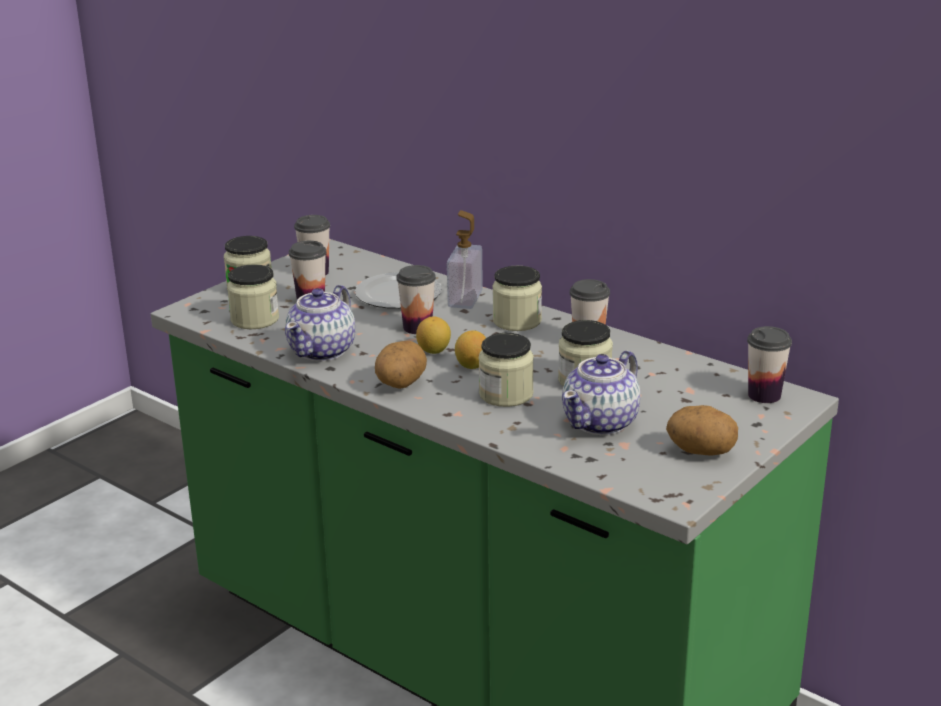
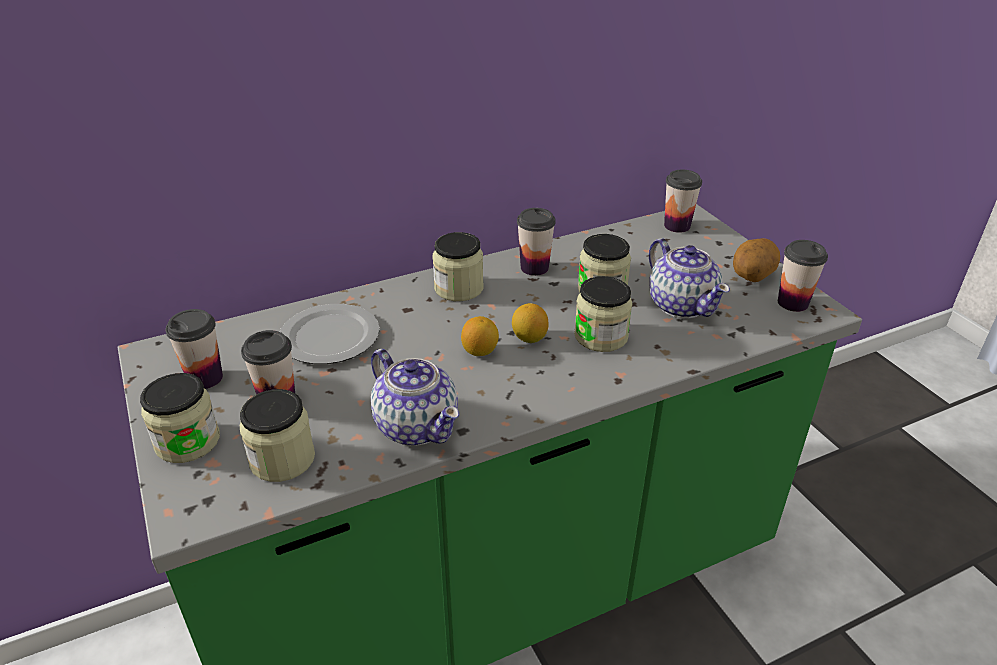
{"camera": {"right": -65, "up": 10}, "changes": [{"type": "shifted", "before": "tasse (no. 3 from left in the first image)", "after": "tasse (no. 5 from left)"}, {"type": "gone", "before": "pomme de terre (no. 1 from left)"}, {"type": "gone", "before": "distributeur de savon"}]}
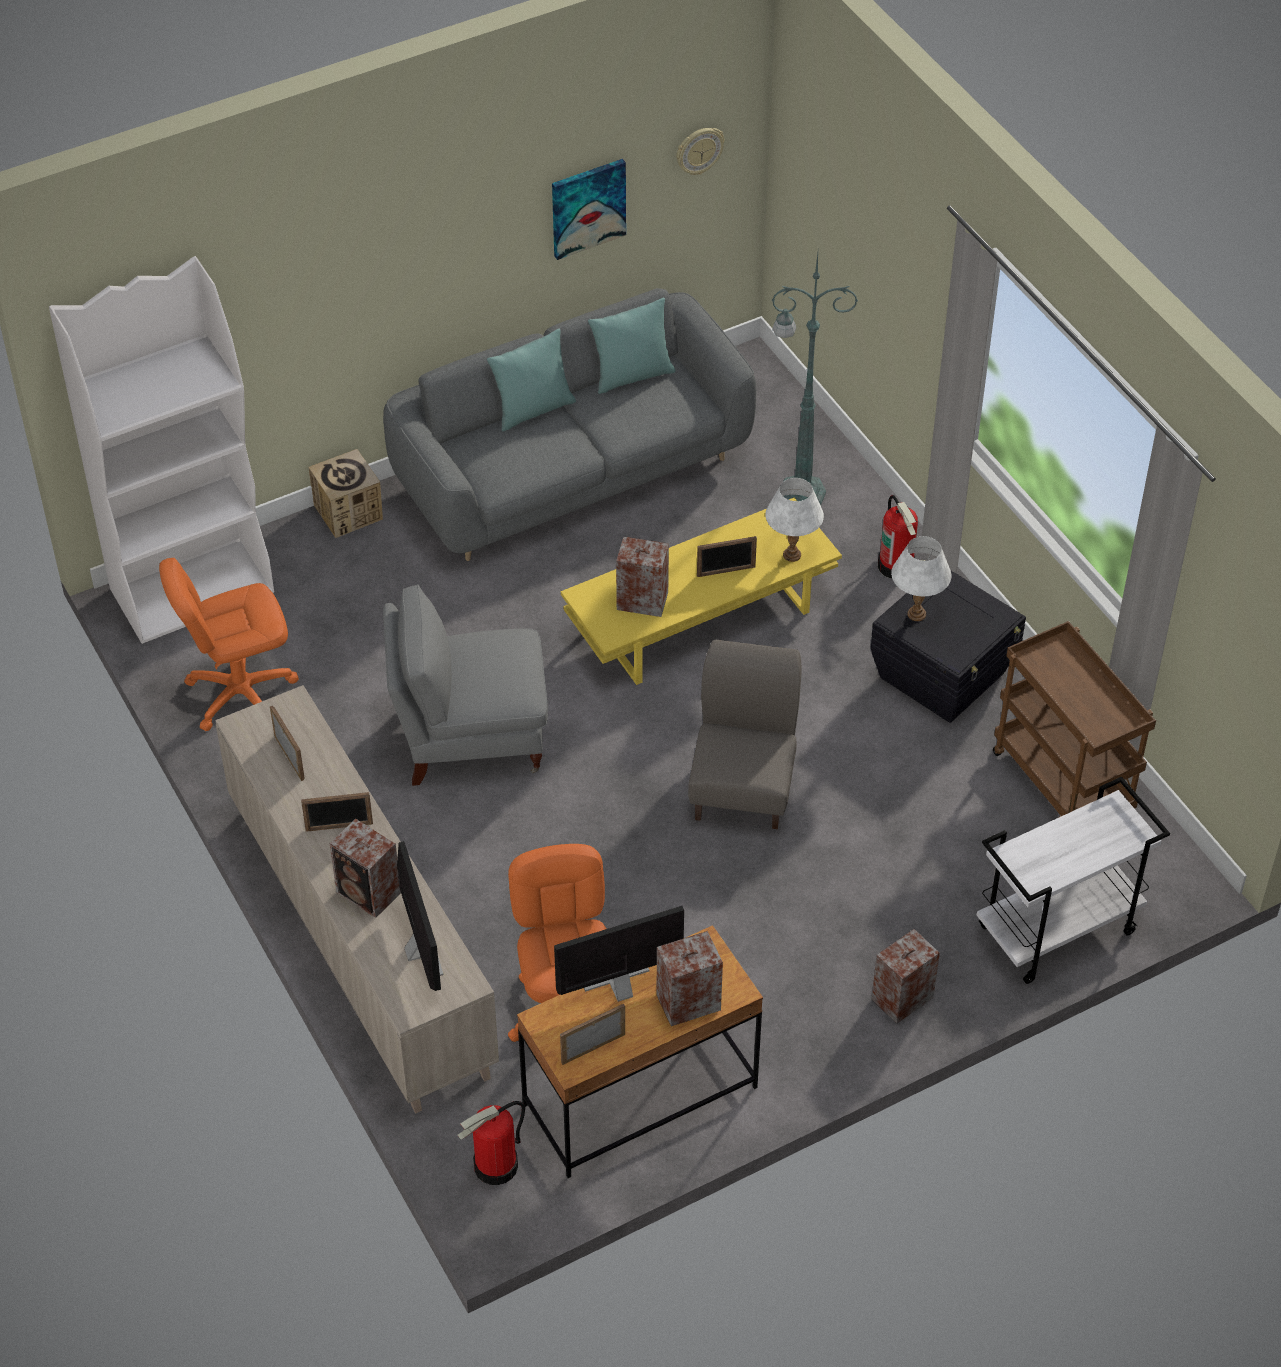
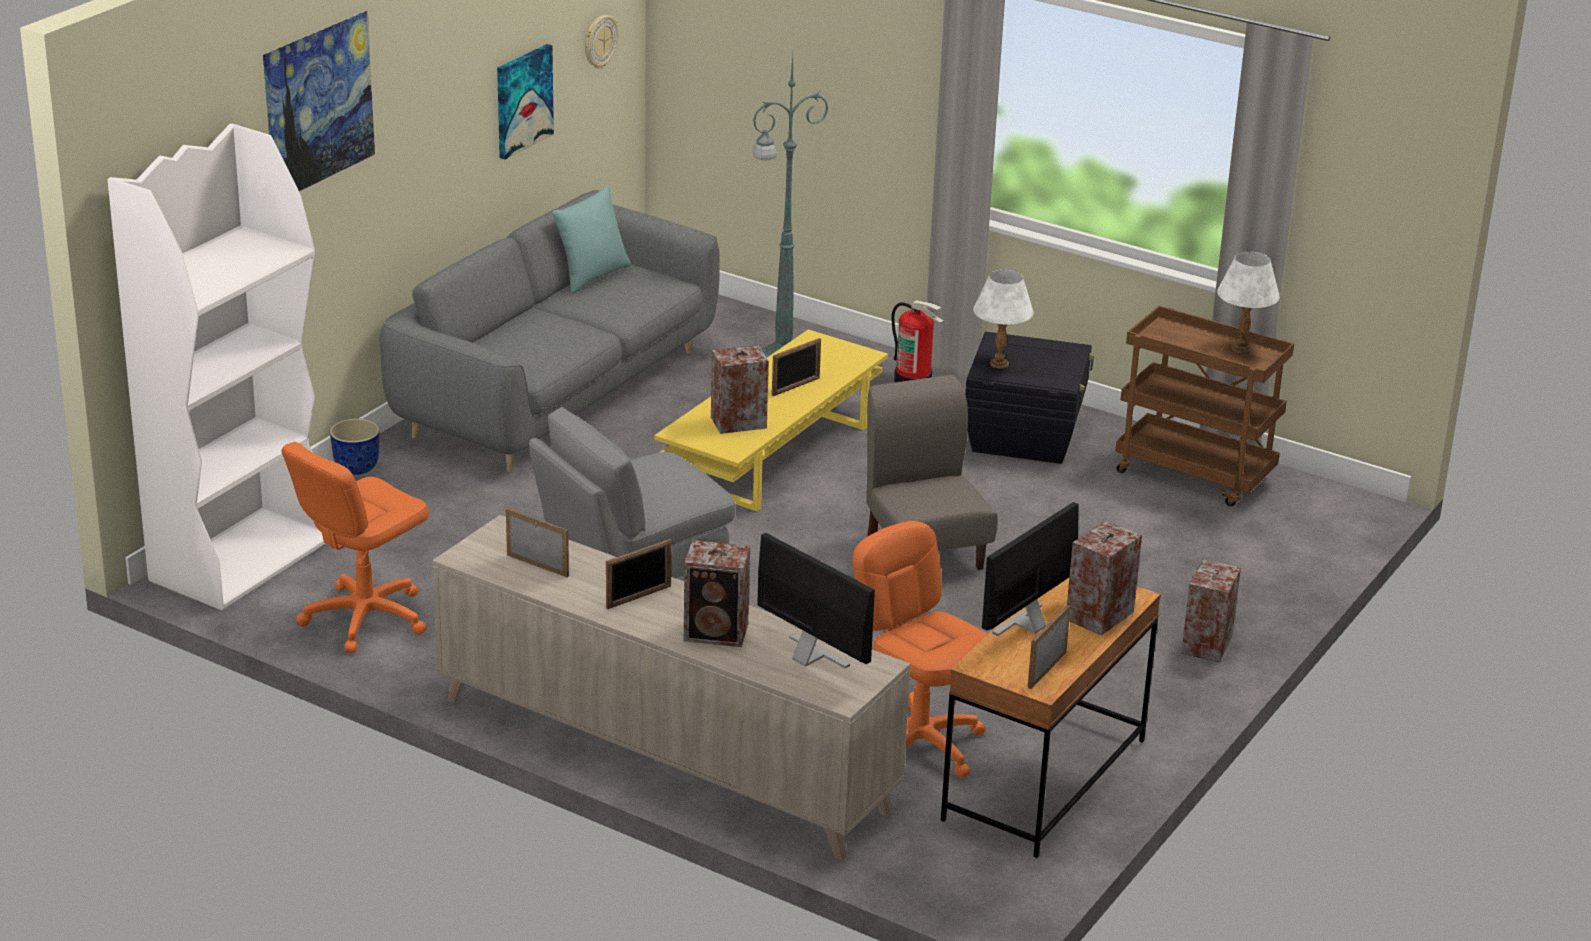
{"camera": {"right": -30, "up": -20}, "changes": [{"type": "new", "after": "tableau (no. 1 from left)"}, {"type": "swapped", "before": "carton", "after": "cache-pot"}, {"type": "shifted", "before": "lampe de table (blanc) (no. 1 from left in the first image)", "after": "lampe de table (blanc) (no. 2 from left)"}, {"type": "gone", "before": "extincteur (no. 1 from left)"}, {"type": "gone", "before": "coussin (turquoise) (no. 1 from left)"}, {"type": "gone", "before": "chariot (blanc)"}]}
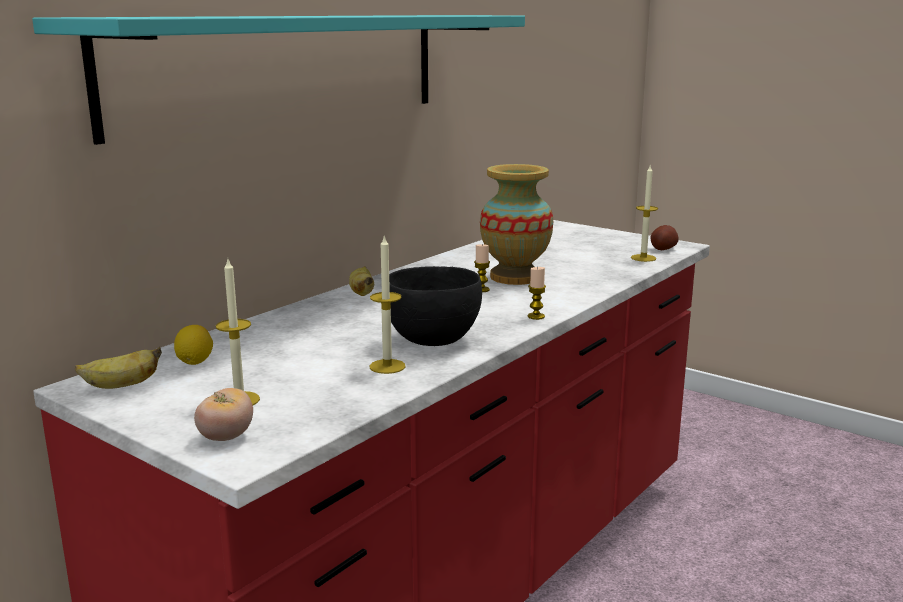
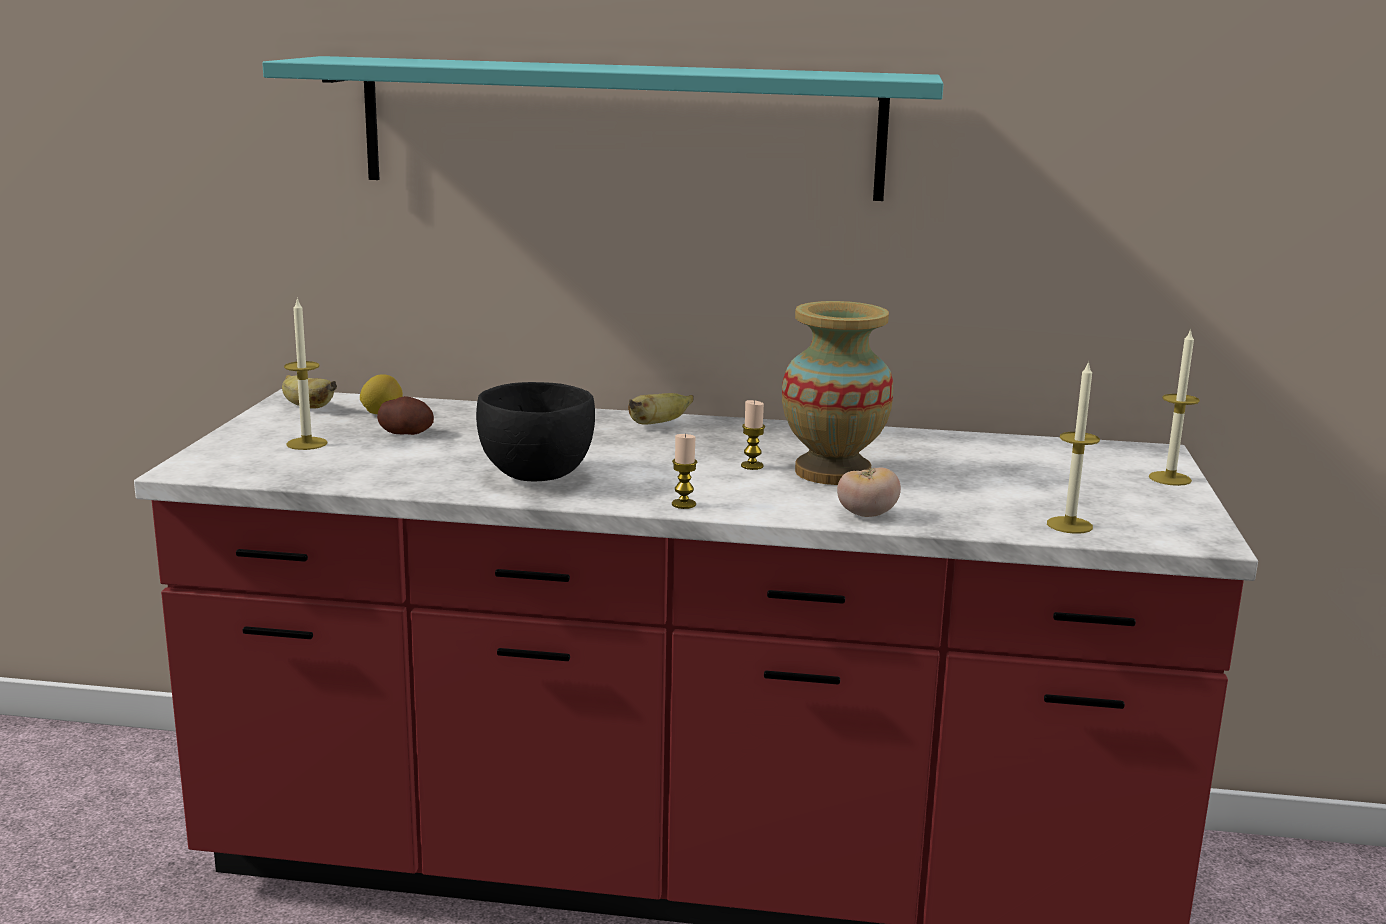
{"camera": {"right": 60, "up": 0}, "changes": [{"type": "shifted", "before": "pomme de terre"}, {"type": "shifted", "before": "tomate"}, {"type": "shifted", "before": "bougie (no. 2 from left in the first image)", "after": "bougie (no. 5 from left)"}]}
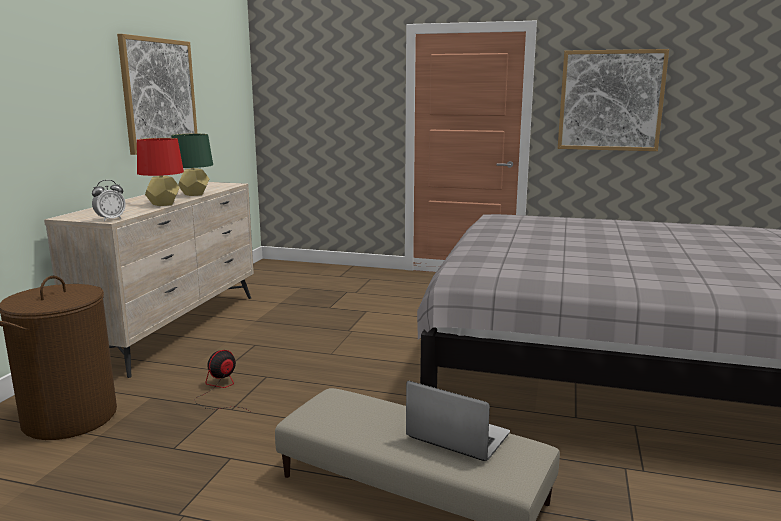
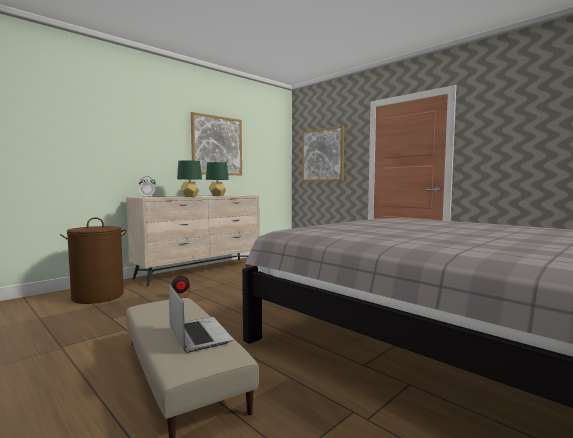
{"camera": {"right": 30, "up": -10}, "changes": [{"type": "repainted", "before": "lampe de table (rouge)", "after": "lampe de table (vert) (no. 1 from left)"}, {"type": "shifted", "before": "tableau (no. 2 from left)"}]}
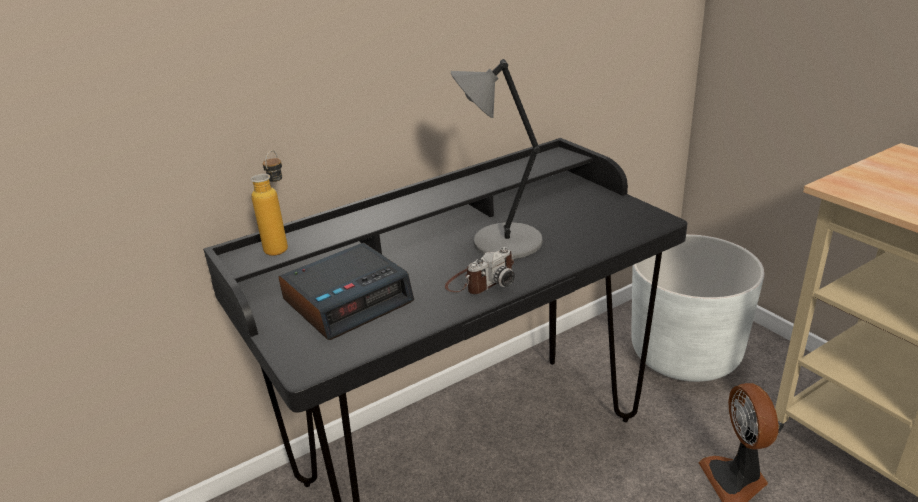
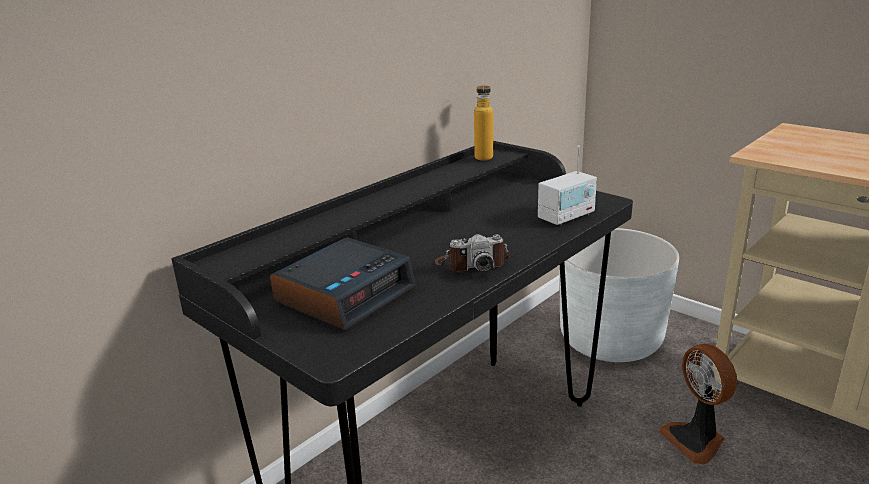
{"camera": {"right": -15, "up": -5}, "changes": [{"type": "rotated", "before": "appareil photo", "turn": 45}, {"type": "shifted", "before": "bouteille"}, {"type": "new", "after": "radio"}, {"type": "gone", "before": "lampe de table (gris)"}]}
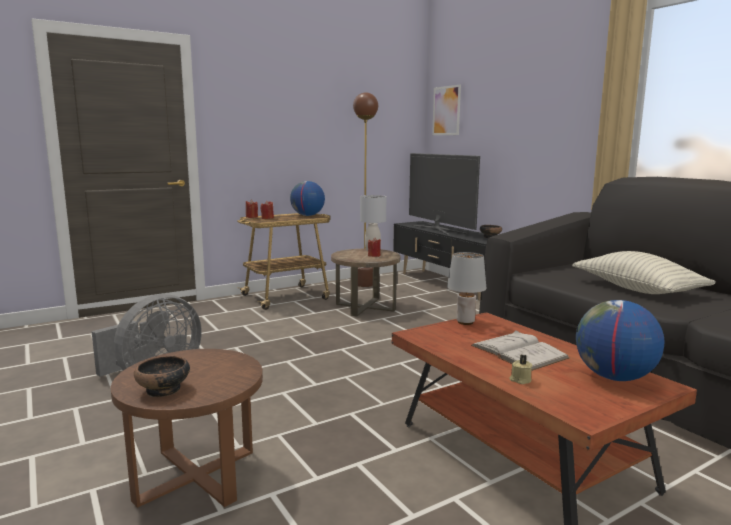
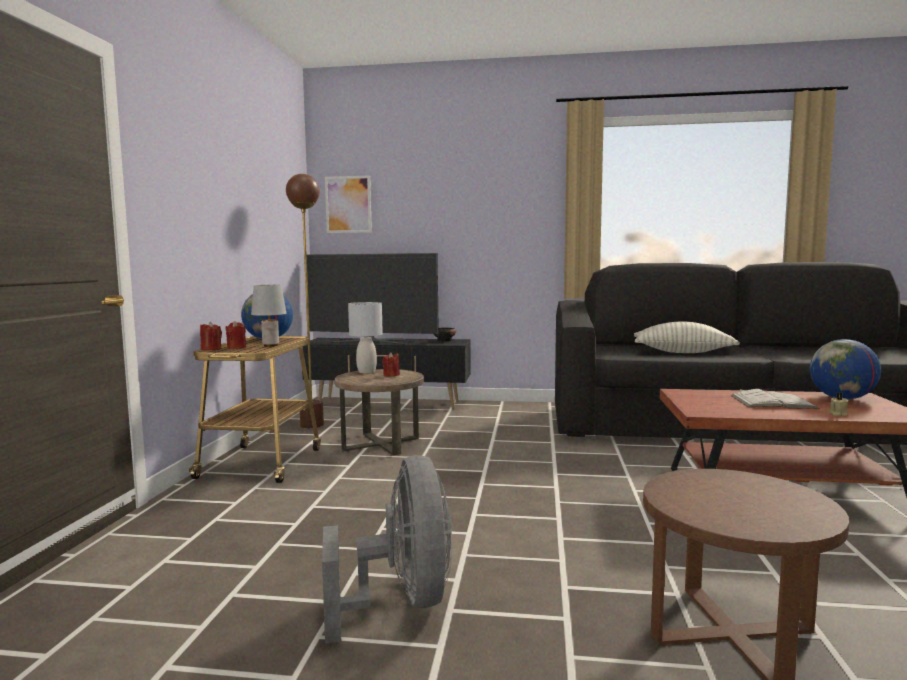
{"camera": {"right": -50, "up": -5}, "changes": [{"type": "shifted", "before": "lampe de table (gris) (no. 2 from left in the first image)", "after": "lampe de table (gris) (no. 1 from left)"}, {"type": "gone", "before": "bol (no. 1 from left)"}]}
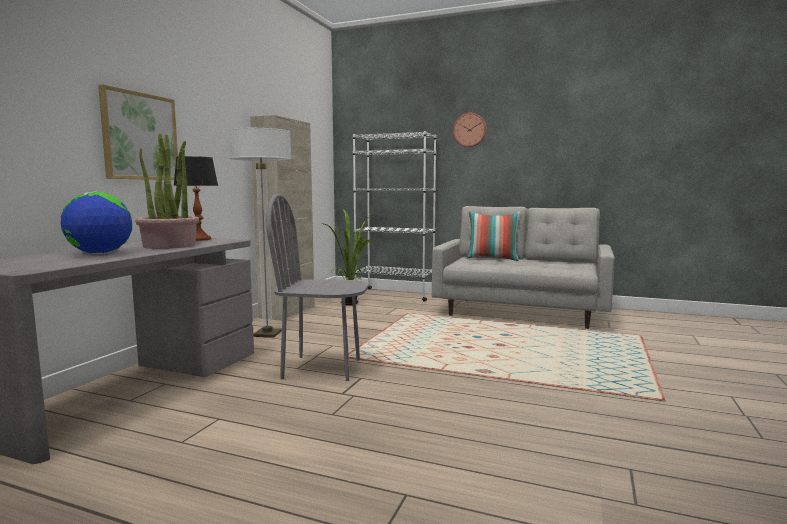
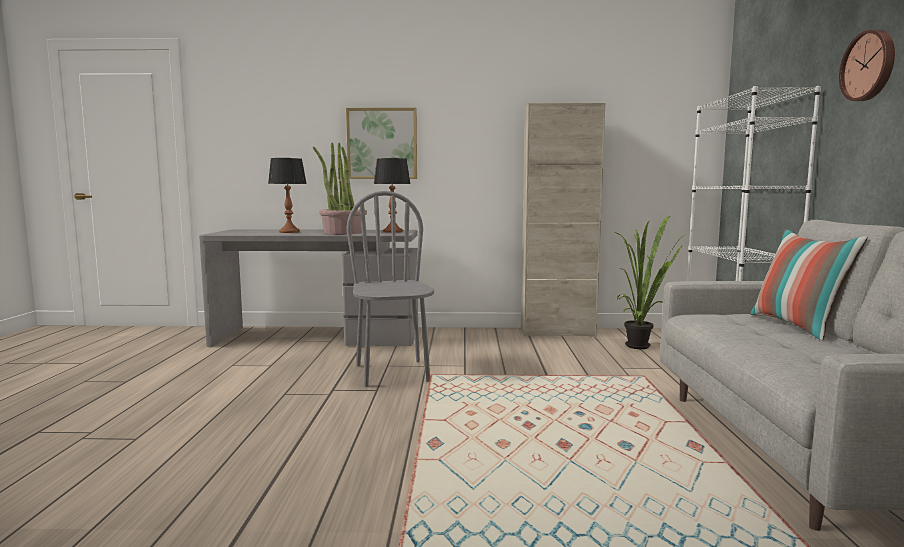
{"camera": {"right": 70, "up": 0}, "changes": [{"type": "swapped", "before": "globe", "after": "lampe de table (no. 1 from left)"}, {"type": "gone", "before": "lampadaire"}]}
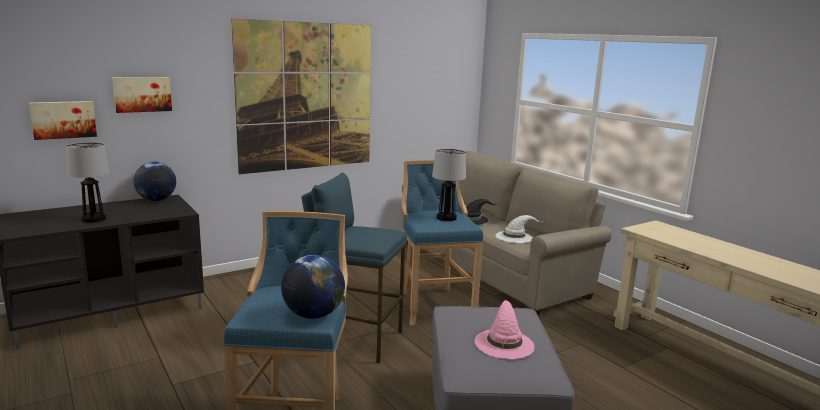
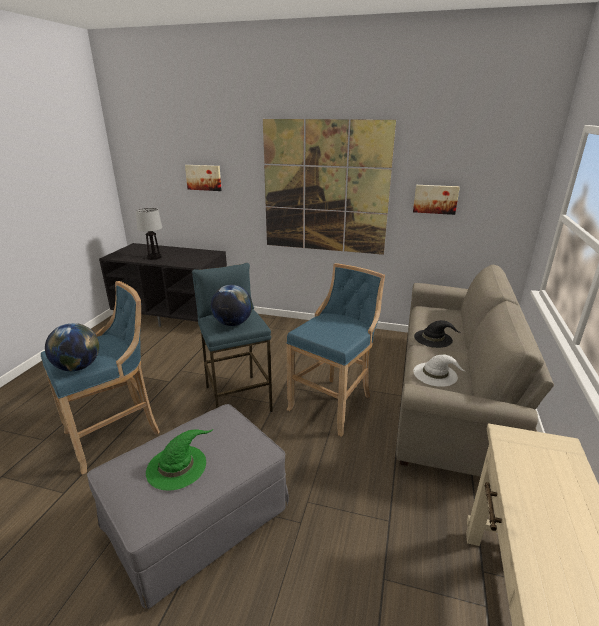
{"camera": {"right": 50, "up": 10}, "changes": [{"type": "repainted", "before": "chapeau (rose)", "after": "chapeau (vert)"}, {"type": "shifted", "before": "globe (no. 1 from left in the first image)", "after": "globe (no. 2 from left)"}, {"type": "shifted", "before": "tableau (no. 1 from left in the first image)", "after": "tableau (no. 3 from left)"}, {"type": "gone", "before": "lampe de table (no. 2 from left)"}]}
